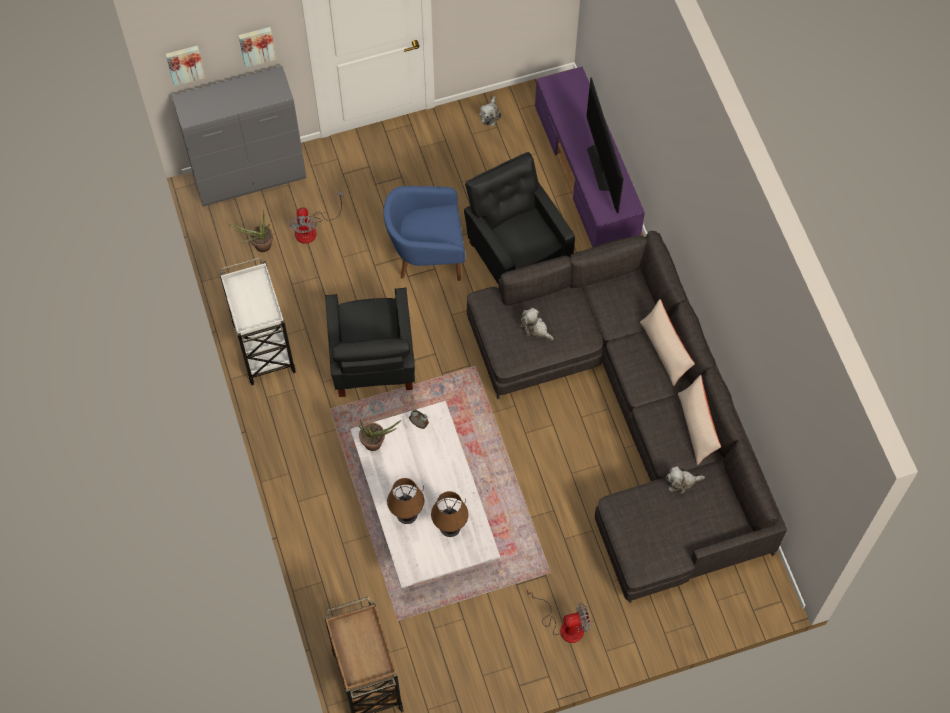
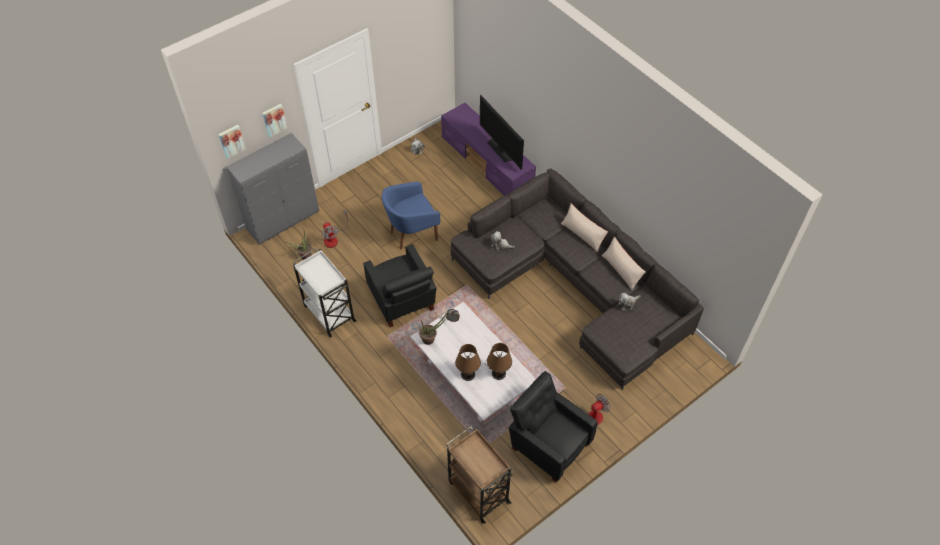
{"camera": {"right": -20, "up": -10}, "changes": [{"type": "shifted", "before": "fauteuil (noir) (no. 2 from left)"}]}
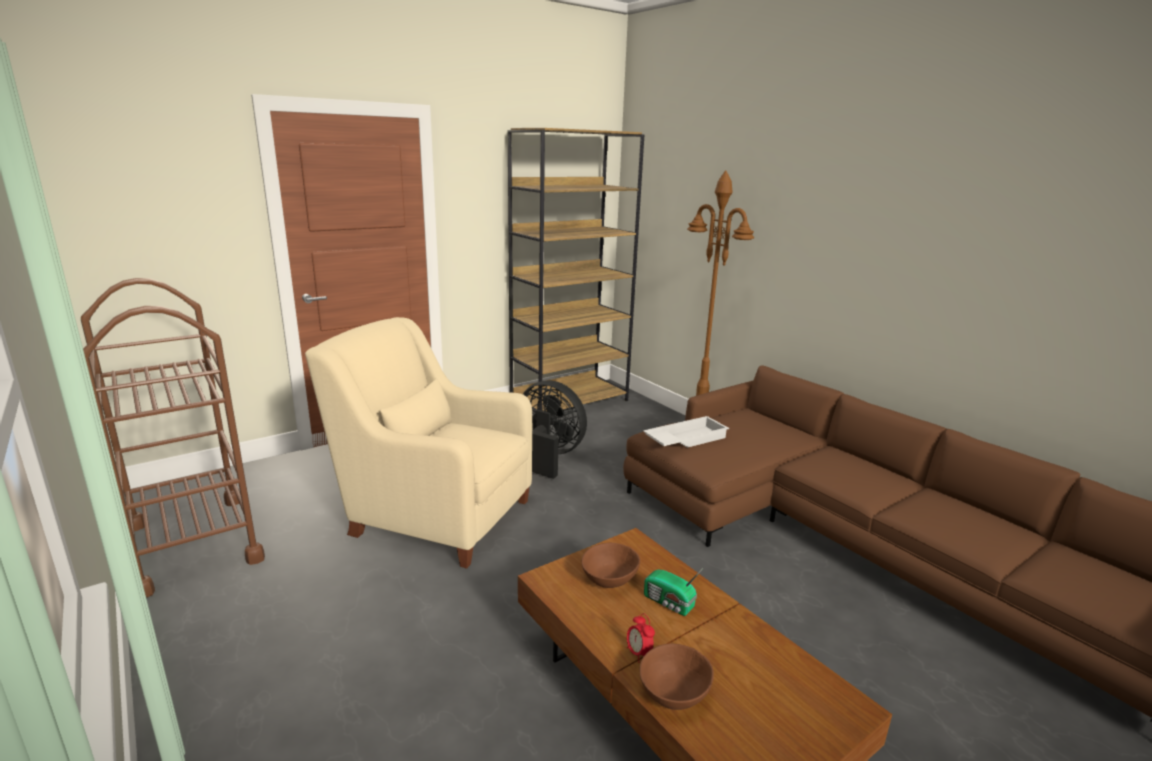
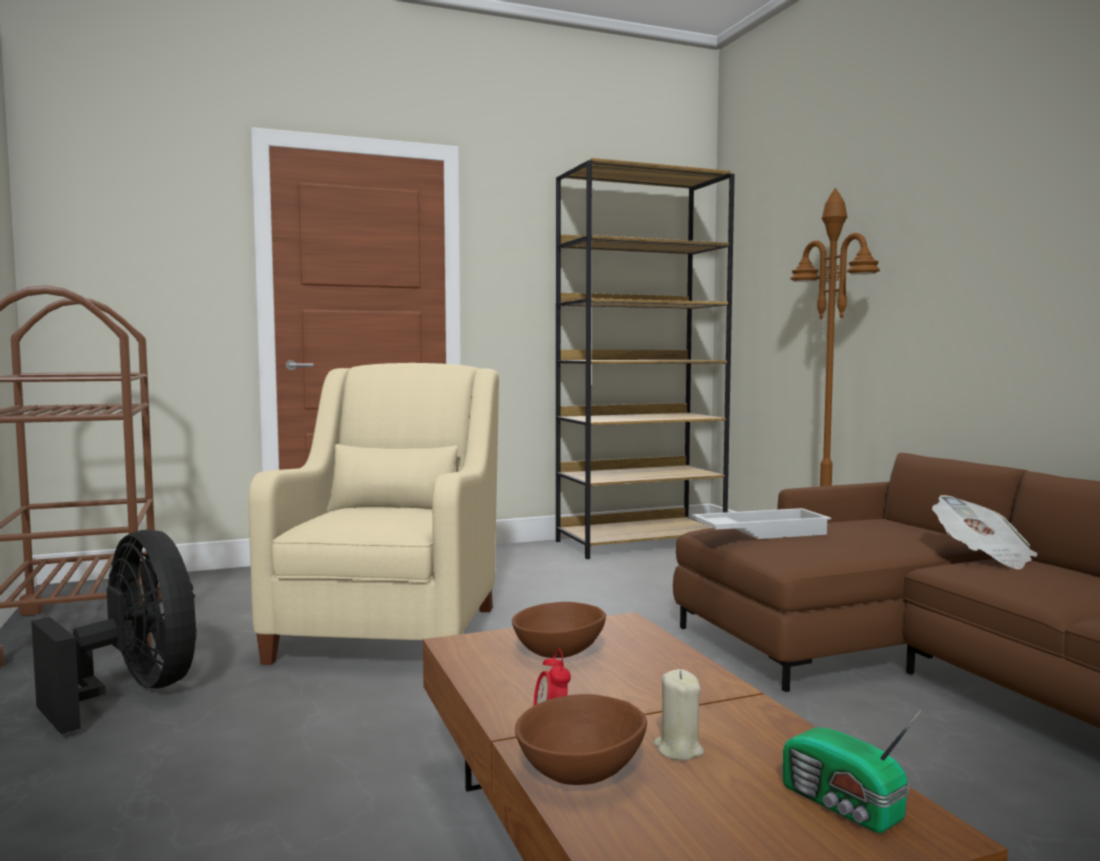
{"camera": {"right": 15, "up": -15}, "changes": [{"type": "shifted", "before": "ventilateur (noir)"}, {"type": "rotated", "before": "fauteuil (beige)", "turn": 60}, {"type": "new", "after": "bougie (beige)"}, {"type": "shifted", "before": "radio"}, {"type": "new", "after": "journal"}]}
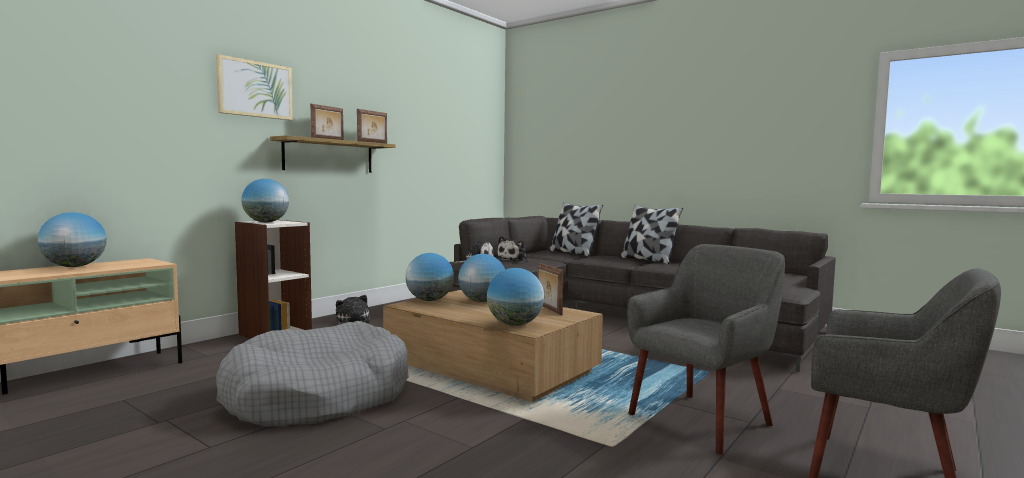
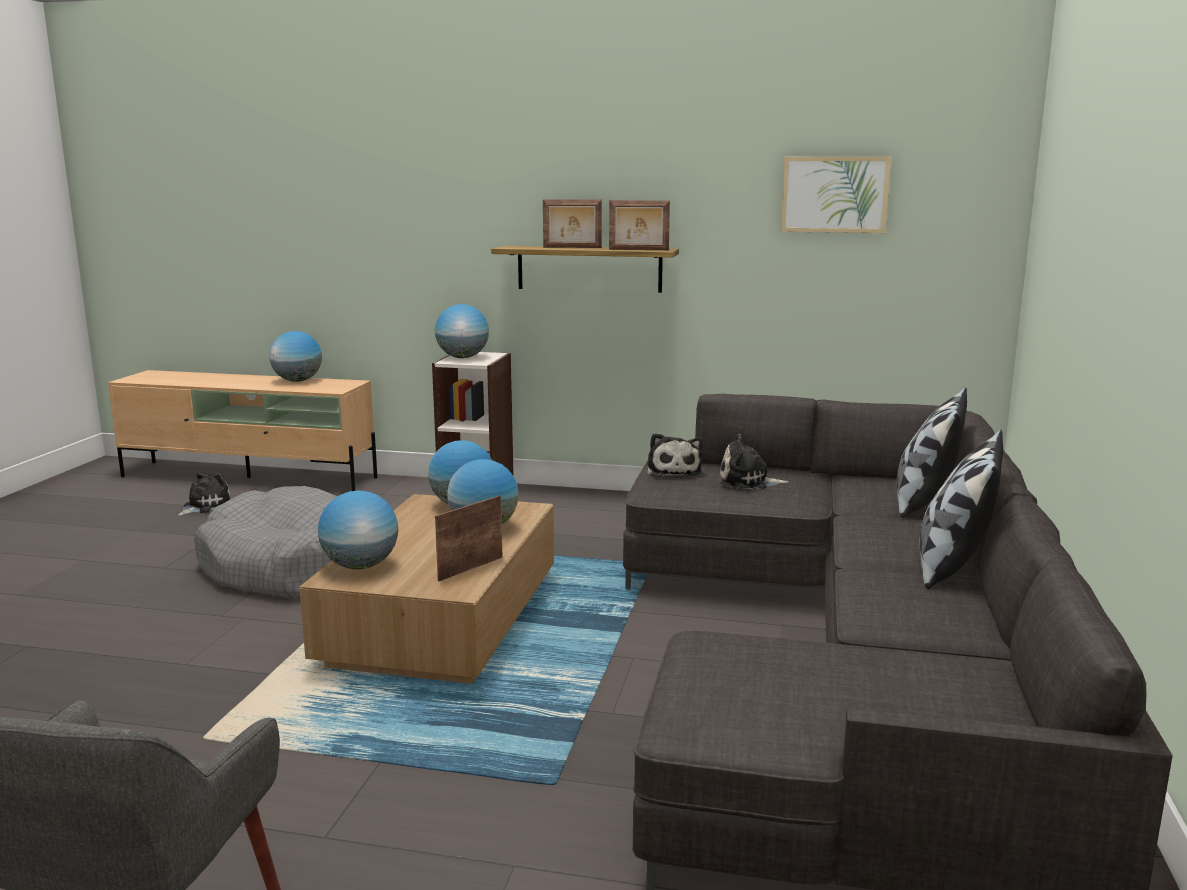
{"camera": {"right": 65, "up": 10}, "changes": [{"type": "shifted", "before": "peluche (no. 1 from left)"}, {"type": "shifted", "before": "tableau"}, {"type": "gone", "before": "fauteuil (gris) (no. 1 from left)"}]}
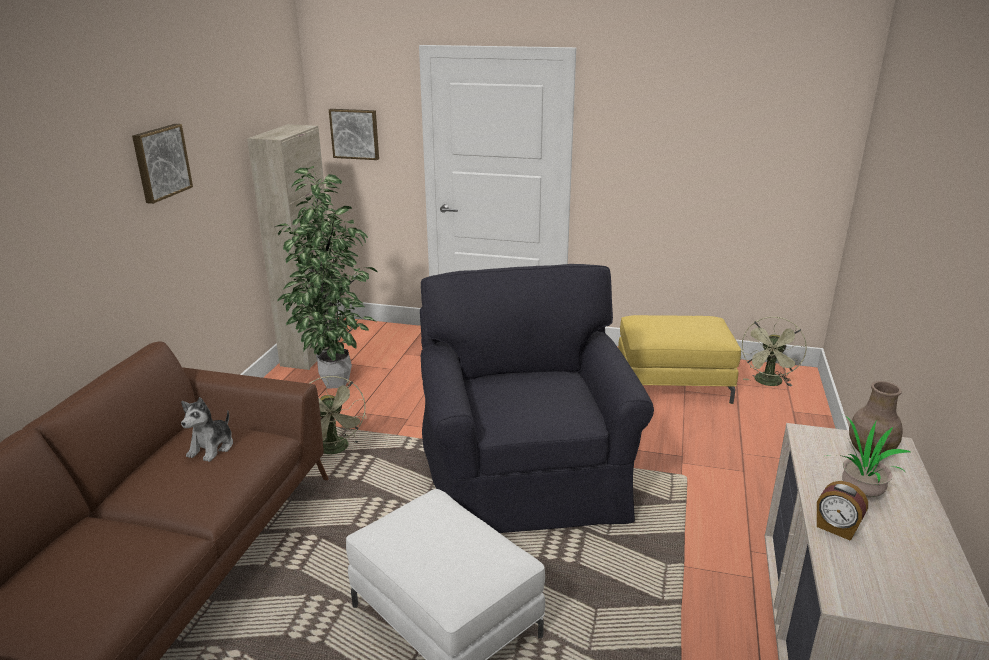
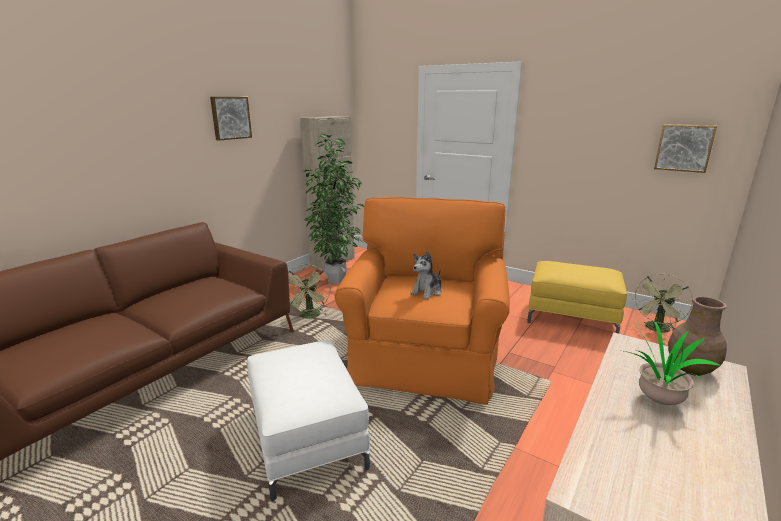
{"camera": {"right": 20, "up": -5}, "changes": [{"type": "repainted", "before": "fauteuil (noir)", "after": "fauteuil (orange)"}, {"type": "shifted", "before": "peluche"}, {"type": "shifted", "before": "tableau (no. 2 from left)"}, {"type": "gone", "before": "réveil"}]}
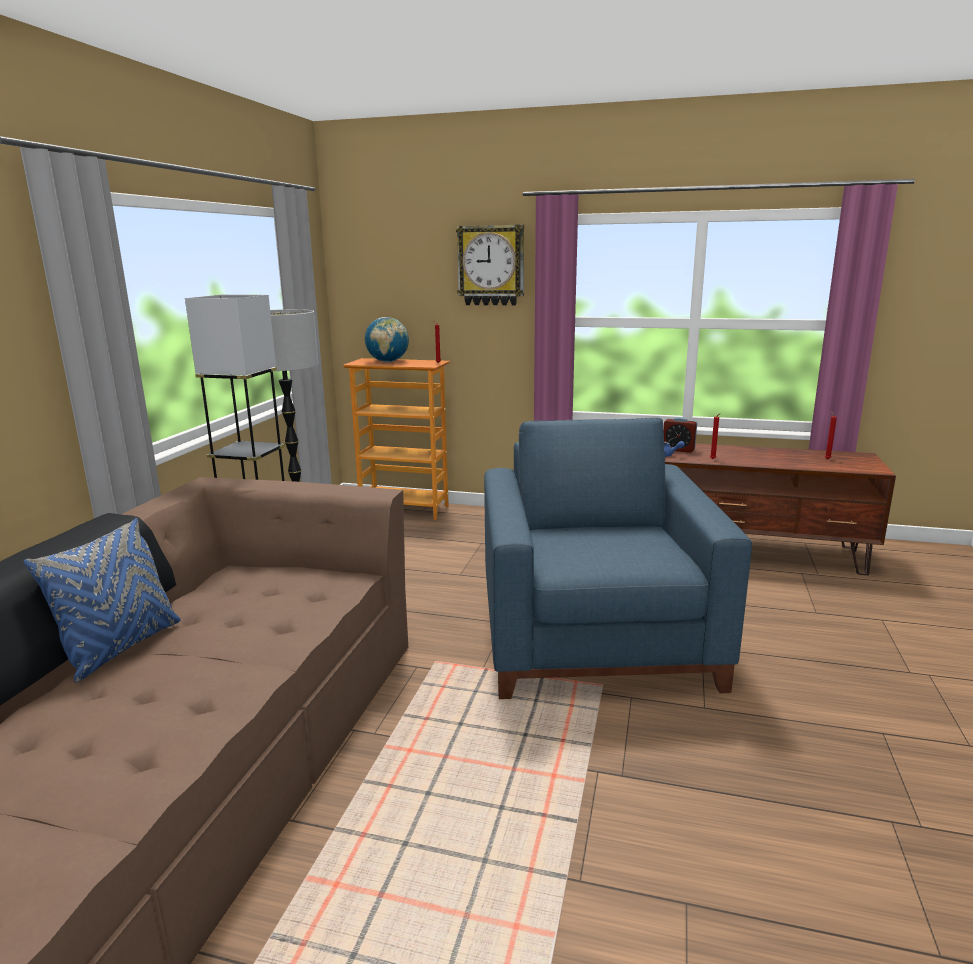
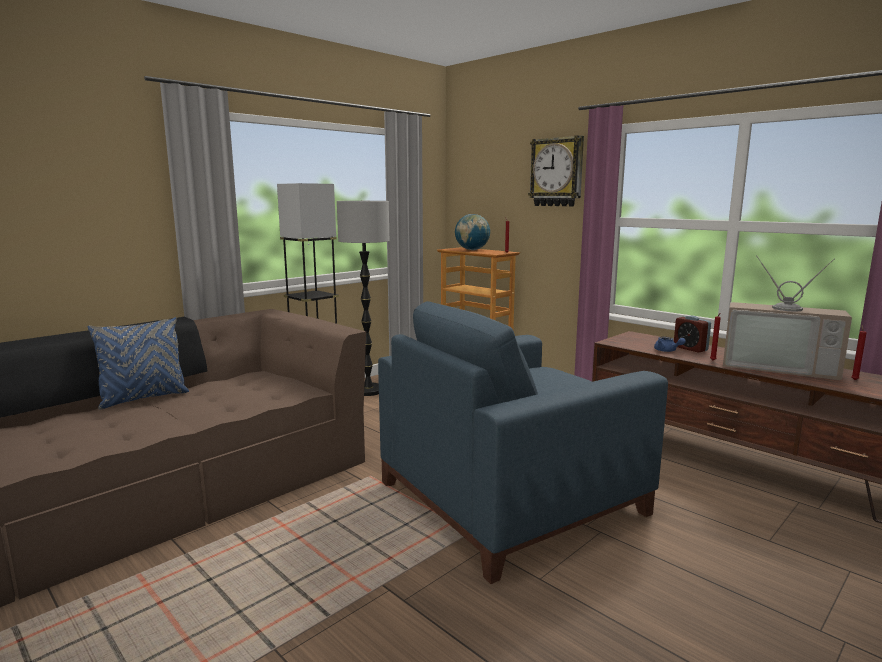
{"camera": {"right": 30, "up": -5}, "changes": [{"type": "rotated", "before": "fauteuil (bleu)", "turn": -150}, {"type": "new", "after": "téléviseur"}]}
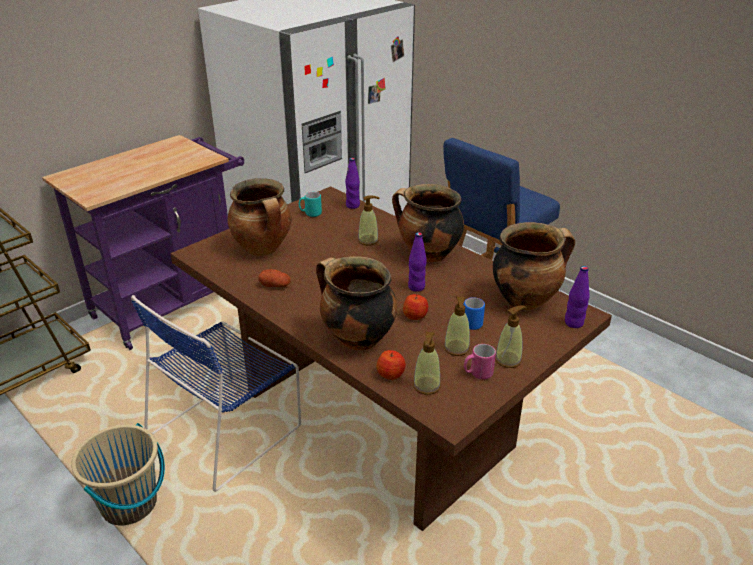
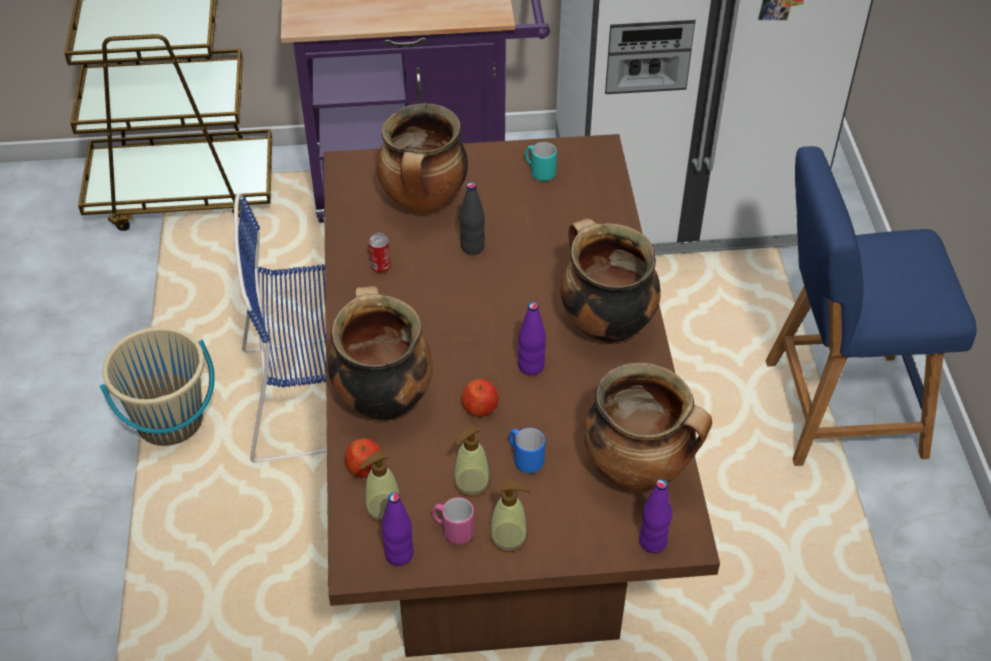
{"camera": {"right": 40, "up": 15}, "changes": [{"type": "swapped", "before": "pomme de terre", "after": "boîte métallique"}, {"type": "shifted", "before": "bouteille (violet) (no. 1 from left)"}, {"type": "new", "after": "bouteille (noir)"}, {"type": "gone", "before": "distributeur de savon (no. 1 from left)"}]}
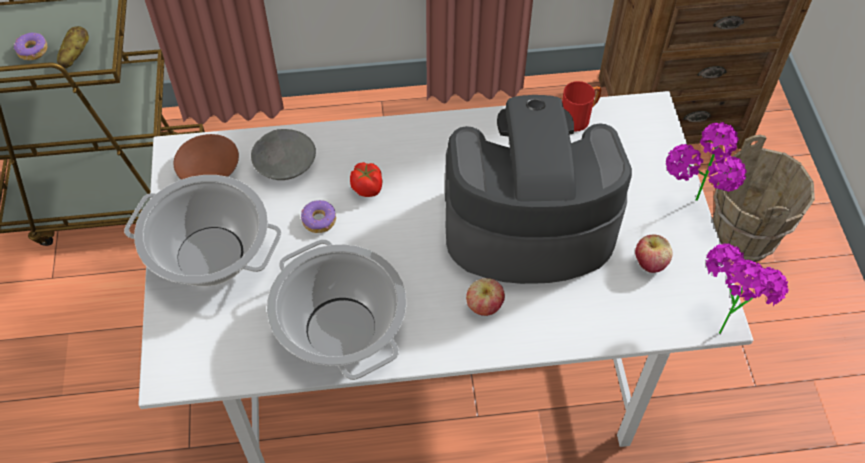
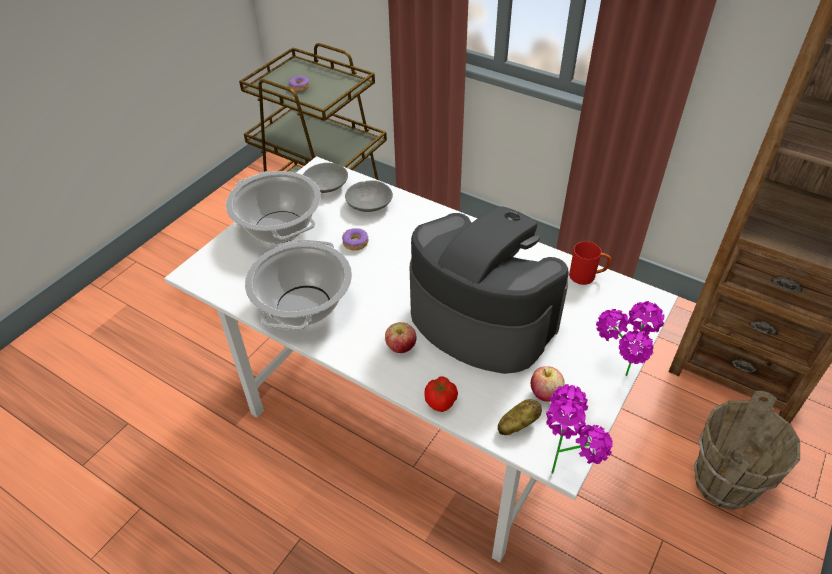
{"camera": {"right": 40, "up": -10}, "changes": [{"type": "repainted", "before": "bol (marron)", "after": "bol (gris) (no. 1 from left)"}, {"type": "shifted", "before": "tomate"}, {"type": "shifted", "before": "pomme de terre"}]}
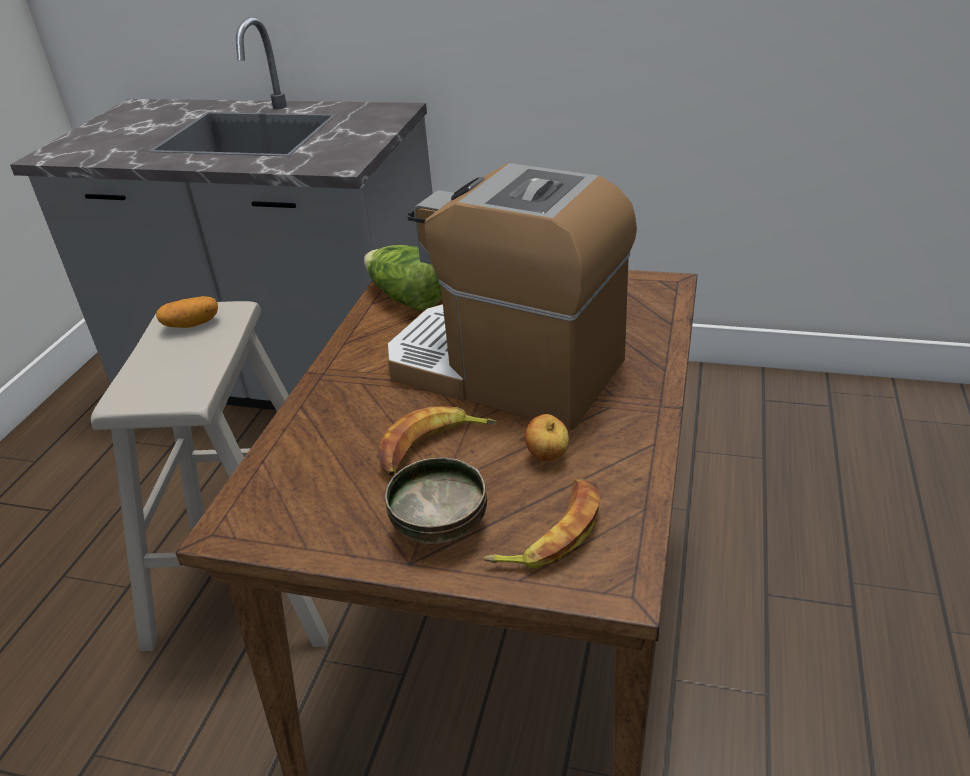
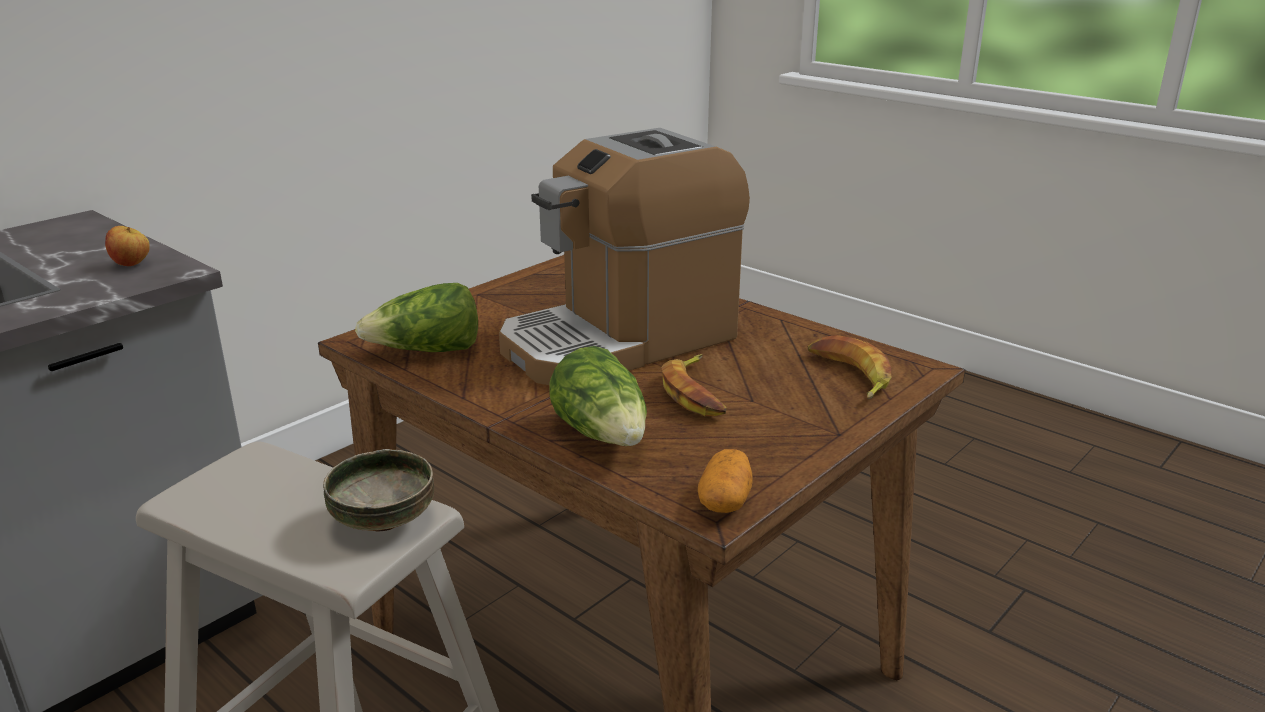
{"camera": {"right": -65, "up": -10}, "changes": [{"type": "shifted", "before": "pomme"}, {"type": "shifted", "before": "bol"}, {"type": "new", "after": "laitue (no. 2 from left)"}, {"type": "shifted", "before": "pomme de terre"}]}
